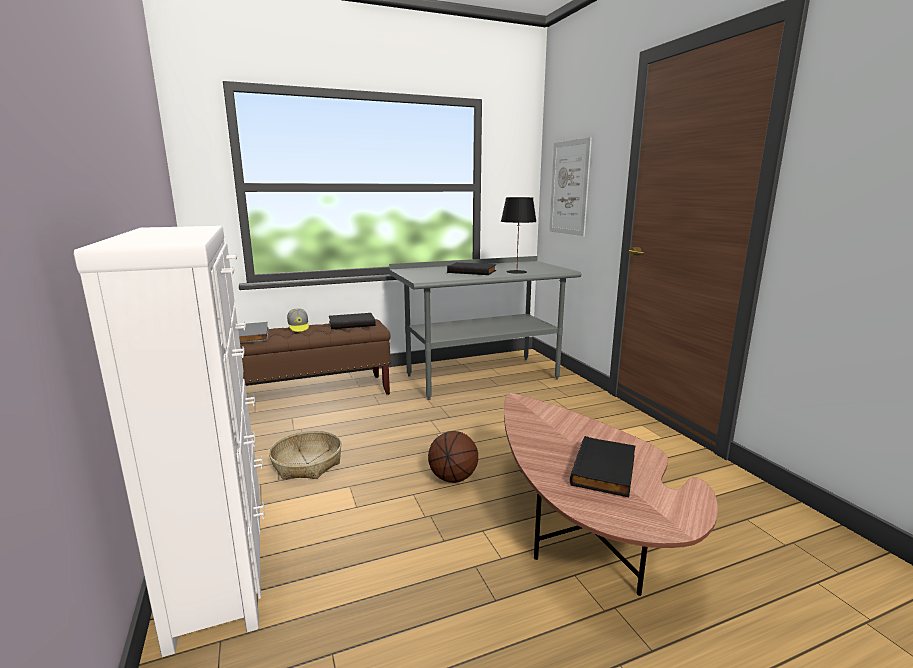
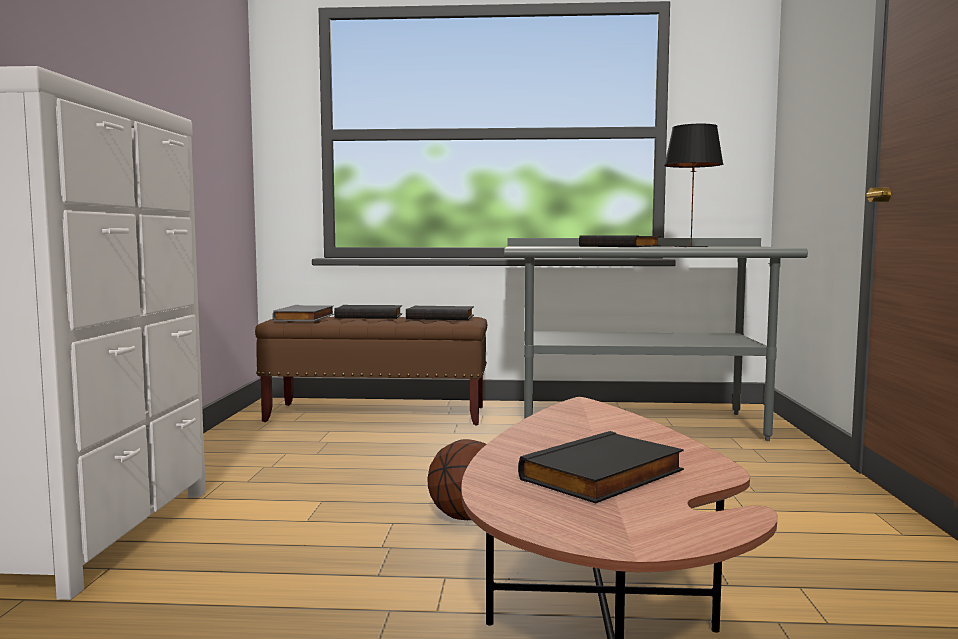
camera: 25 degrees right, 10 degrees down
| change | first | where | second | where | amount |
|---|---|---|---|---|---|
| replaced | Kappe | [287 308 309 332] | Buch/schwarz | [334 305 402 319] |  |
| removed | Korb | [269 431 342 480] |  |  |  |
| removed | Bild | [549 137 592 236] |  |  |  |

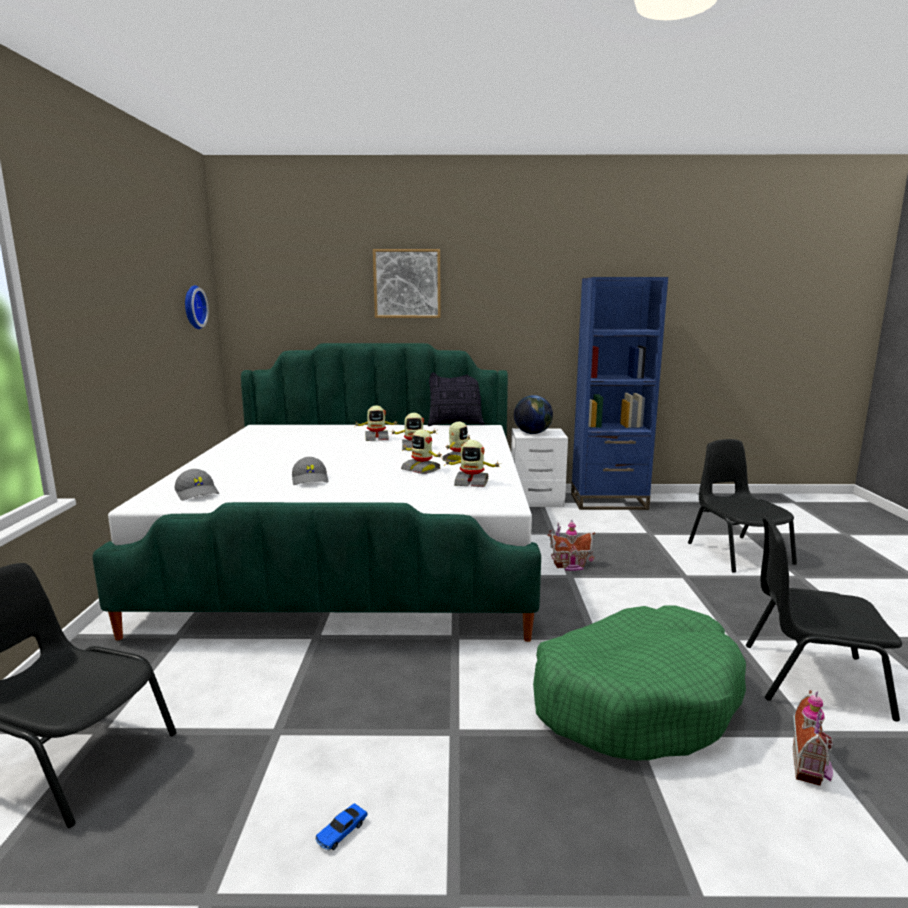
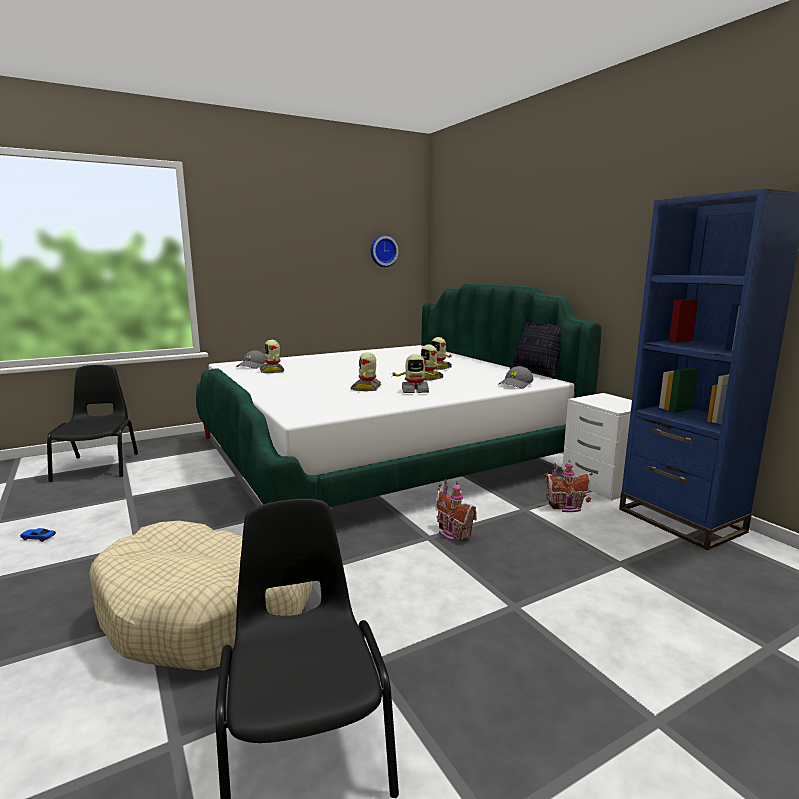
camera: 60 degrees right, 0 degrees up
| change | first | where | second | where | amount |
|---|---|---|---|---|---|
| recoloured | Hundebett/grün | [533 605 746 761] | Hundebett/beige | [89 521 312 671] |  |
| moved | Spielzeugroboter | [444 440 501 487] |  | [260 340 284 373] |  |
| moved | Kappe/grau | [292 457 329 485] |  | [498 366 533 389] |  |
| moved | Spielzeughaus | [793 690 833 786] |  | [544 459 592 512] |  |
| removed | Bild | [373 249 441 318] |  |  |  |
| removed | Globus | [514 395 553 434] |  |  |  |
| removed | Stuhl/schwarz | [688 439 797 573] |  |  |  |

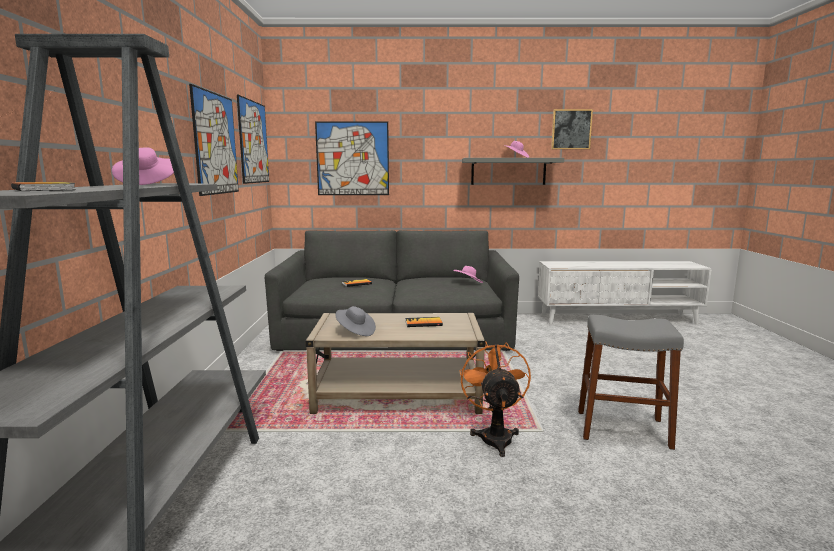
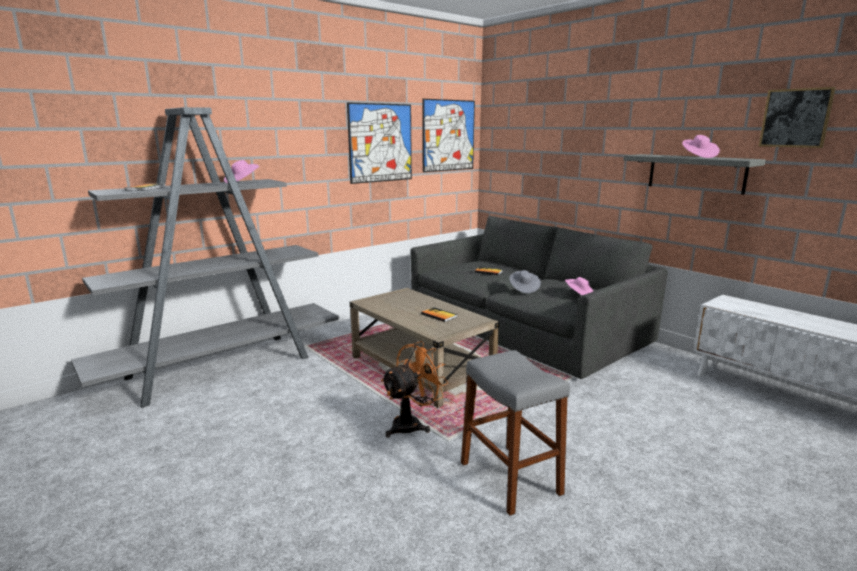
camera: 50 degrees right, 5 degrees up
| change | first | where | second | where | amount |
|---|---|---|---|---|---|
| moved | Hut/grau | [336 306 376 336] |  | [509 270 541 293] |  |
| removed | Bild | [315 121 389 195] |  |  |  |

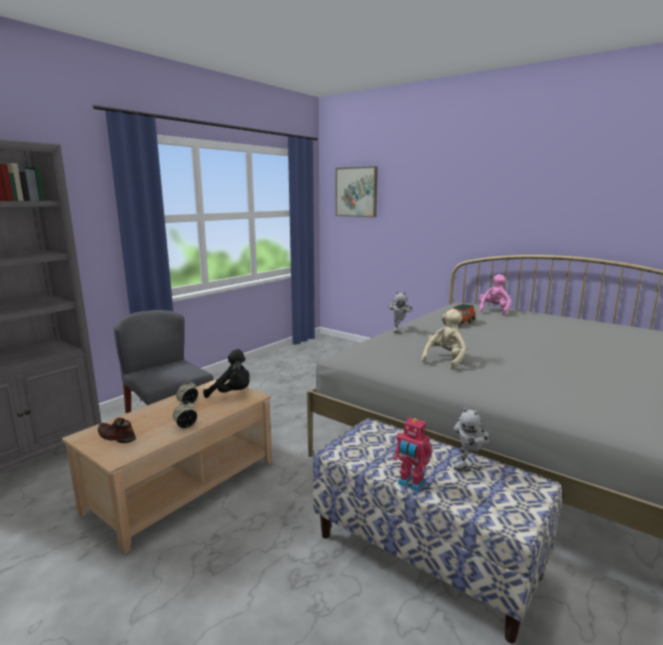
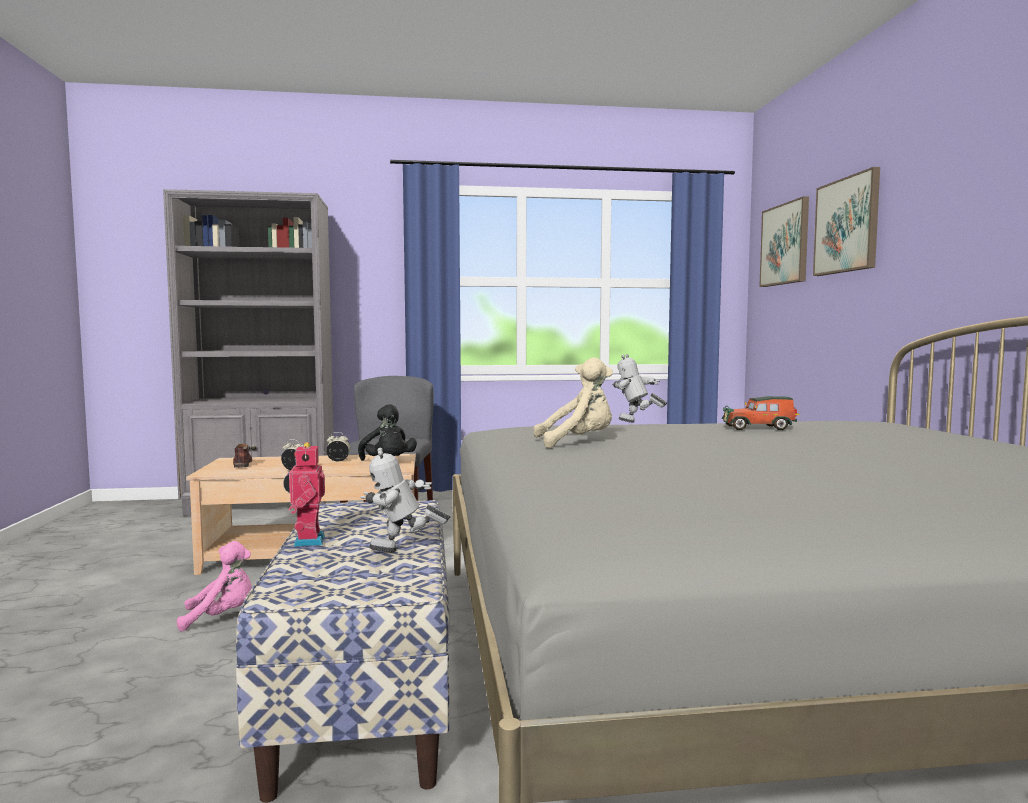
camera: 45 degrees right, 10 degrees down
| change | first | where | second | where | amount |
|---|---|---|---|---|---|
| moved | Plüschtier/rosa | [479 274 511 316] |  | [177 541 252 632] |  |
| turned | Spielzeugroboter | [389 291 413 333] |  | [612 354 667 423] | 75 degrees clockwise |
| added |  |  | Bild | [813 167 880 276] |  |

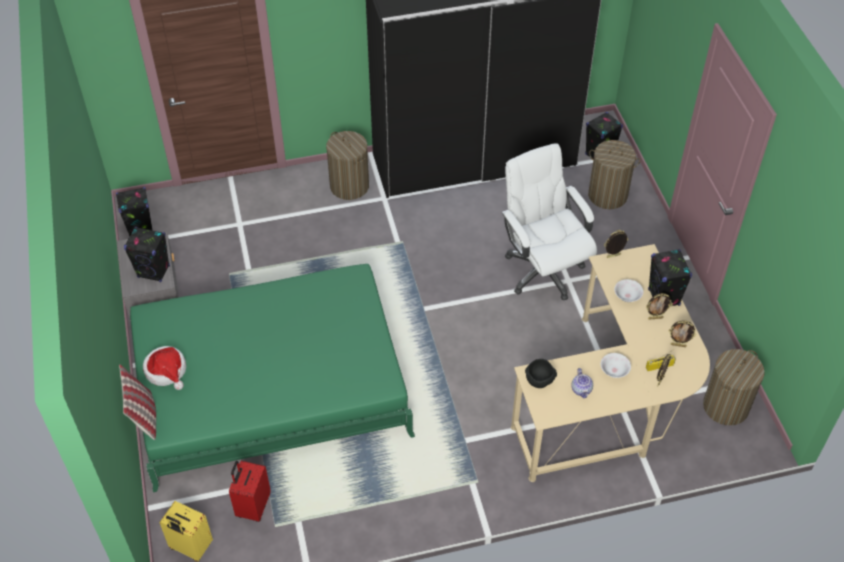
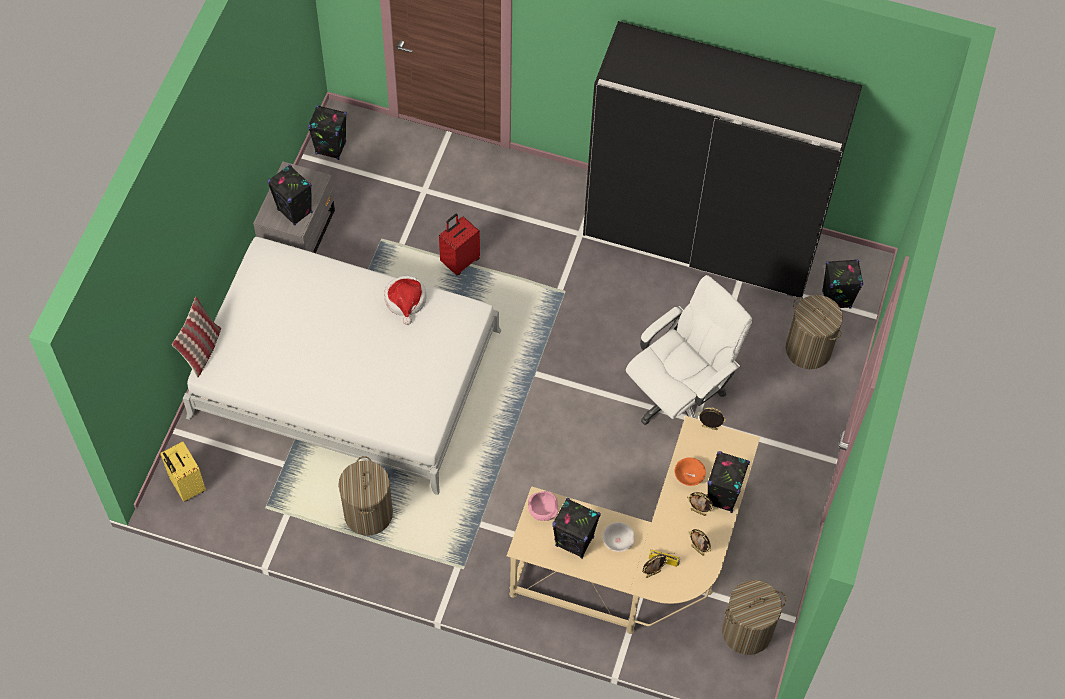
camera: 30 degrees right, 10 degrees up
| change | first | where | second | where | amount |
|---|---|---|---|---|---|
| recoloured | Bett/grün | [130 264 415 492] | Bett/weiß | [183 237 501 495] |  |
| moved | Wäschekorb | [326 131 369 200] |  | [338 456 393 536] |  |
| moved | Hut | [143 346 186 390] |  | [384 276 427 325] |  |
| moved | Koffer/rot | [229 461 271 522] |  | [439 214 480 276] |  |
| recoloured | Schüssel/schwarz | [525 359 557 388] | Schüssel/rosa | [528 491 558 521] |  |
| replaced | Teekanne | [571 368 593 398] | Lautsprecher/schwarz | [552 498 601 559] |  |
| turned | Bürostuhl/weiß | [502 143 597 300] |  | [626 275 752 425] | 45 degrees clockwise |
| recoloured | Schüssel/weiß | [614 279 643 302] | Schüssel/orange | [675 457 706 486] |  |

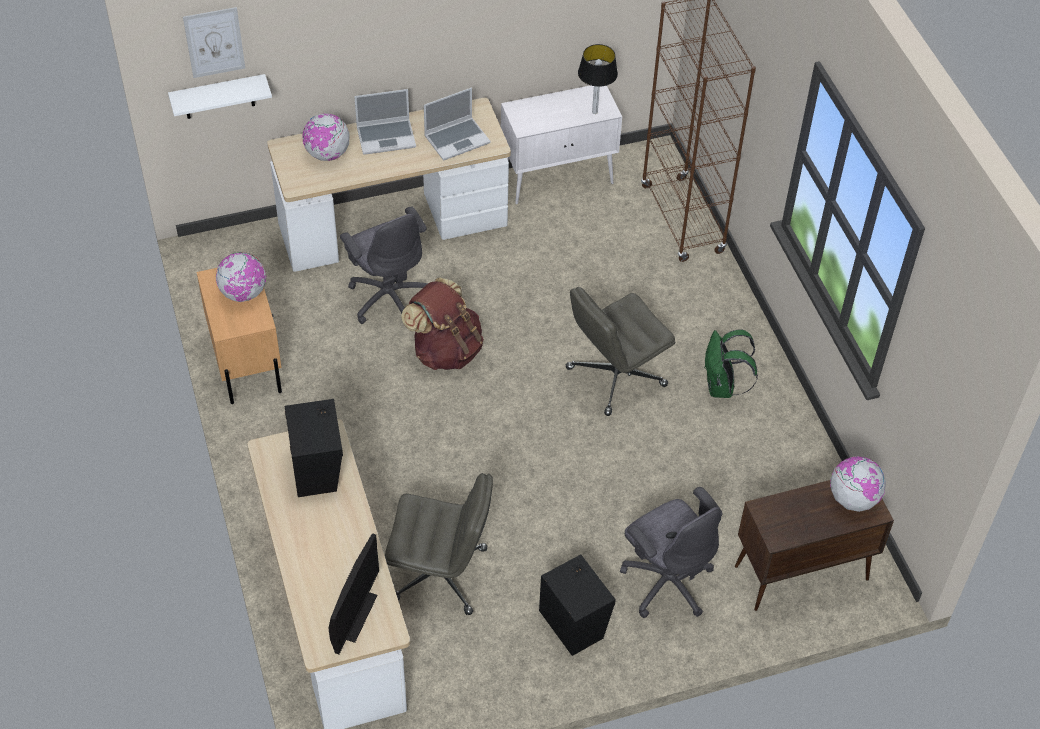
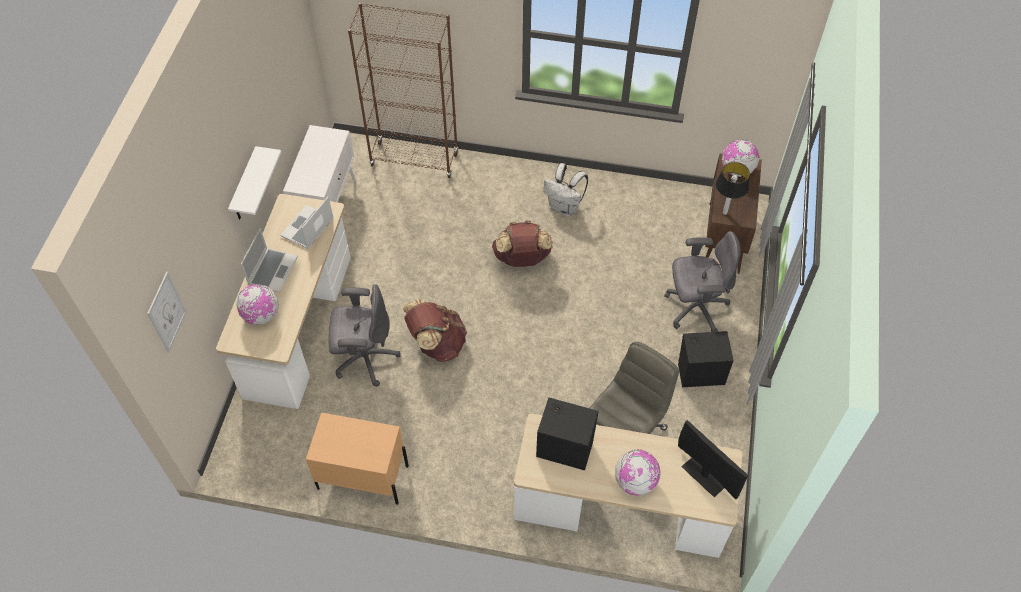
camera: 60 degrees left, 5 degrees up
| change | first | where | second | where | amount |
|---|---|---|---|---|---|
| moved | Wandregal/weiß | [168 74 272 119] |  | [228 146 281 220] |  |
| turned | Laptop | [424 88 491 161] |  | [281 197 334 249] | 150 degrees counterclockwise |
| replaced | Bürostuhl/grau | [566 287 675 416] | Rucksack/braun | [492 221 553 267] |  |
| recoloured | Rucksack/grün | [705 329 758 398] | Rucksack/weiß | [543 163 588 216] |  |
| moved | Globus | [216 252 266 302] |  | [615 449 661 496] |  |
| moved | Tischlampe | [578 44 618 114] |  | [716 162 750 215] |  |

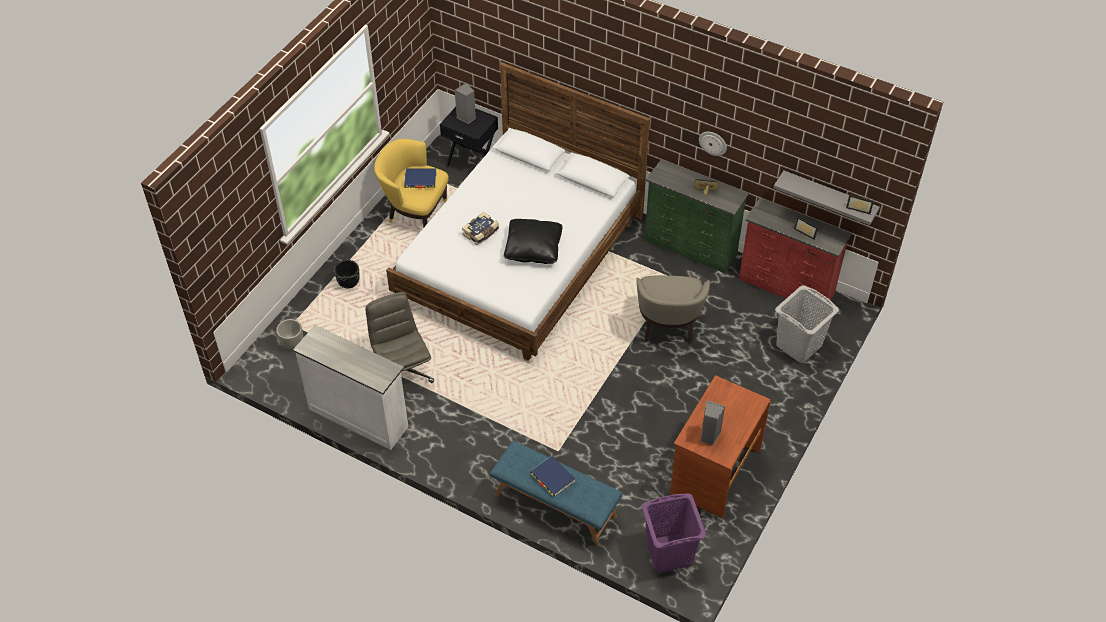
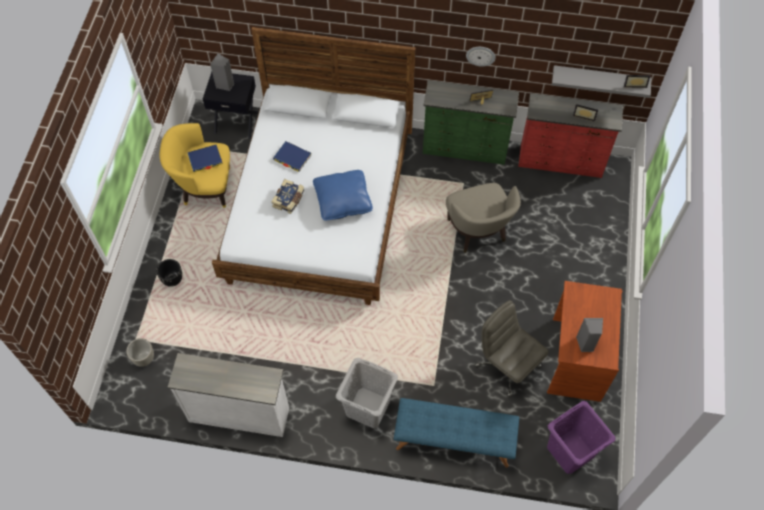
camera: 20 degrees left, 10 degrees up
| change | first | where | second | where | amount |
|---|---|---|---|---|---|
| moved | Buch/blau | [530 456 575 497] |  | [273 141 311 172] |  |
| recoloured | Kissen/schwarz | [504 219 562 264] | Kissen/blau | [313 170 373 221] |  |
| moved | Wäschekorb/grau | [775 285 839 363] |  | [336 358 398 428] |  |
| moved | Bürostuhl/grau | [366 292 434 383] |  | [475 300 548 397] |  |

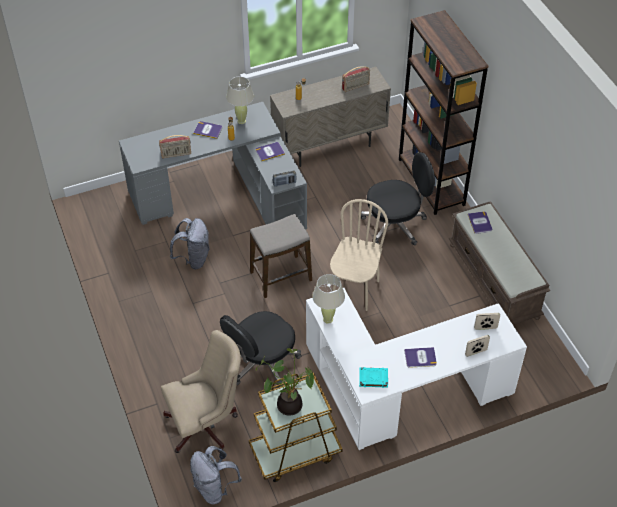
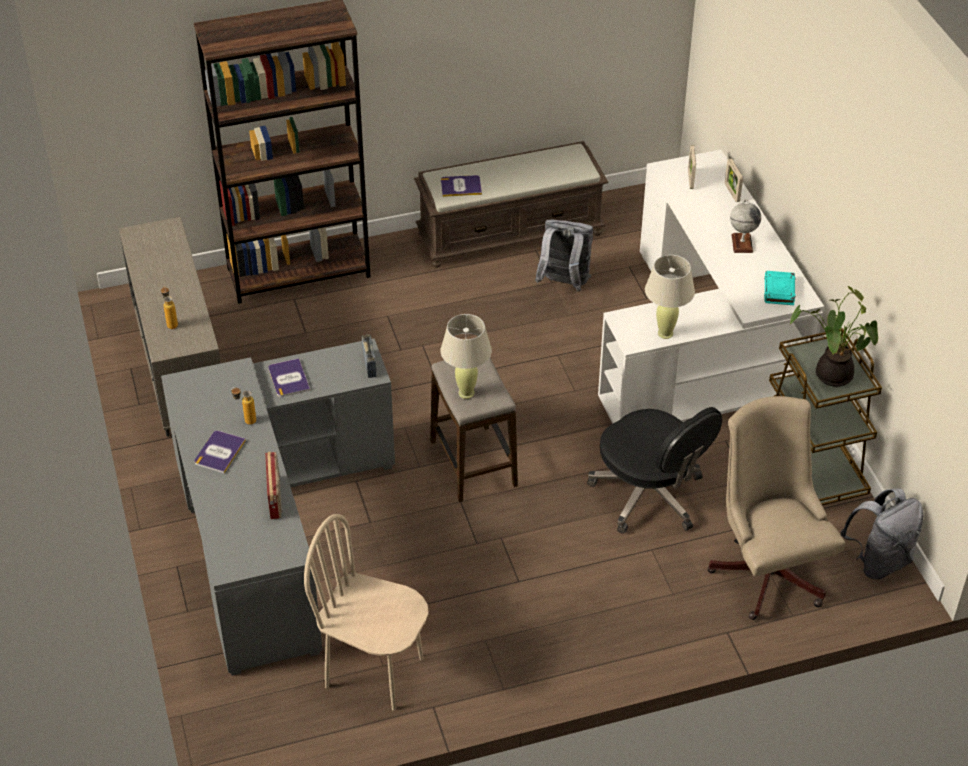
camera: 85 degrees left, 5 degrees down
| change | first | where | second | where | amount |
|---|---|---|---|---|---|
| moved | Stuhl/beige | [330 199 388 311] |  | [304 514 429 711] |  |
| moved | Tischlampe/beige | [226 77 254 124] |  | [441 314 492 399] |  |
| moved | Rucksack/grau | [170 218 210 269] |  | [535 219 594 292] |  |
| replaced | Buch | [404 347 437 368] | Globus | [730 199 761 253] |  |
| removed | Radio | [342 66 370 92] |  |  |  |
| removed | Bürostuhl/schwarz | [361 152 435 246] |  |  |  |

